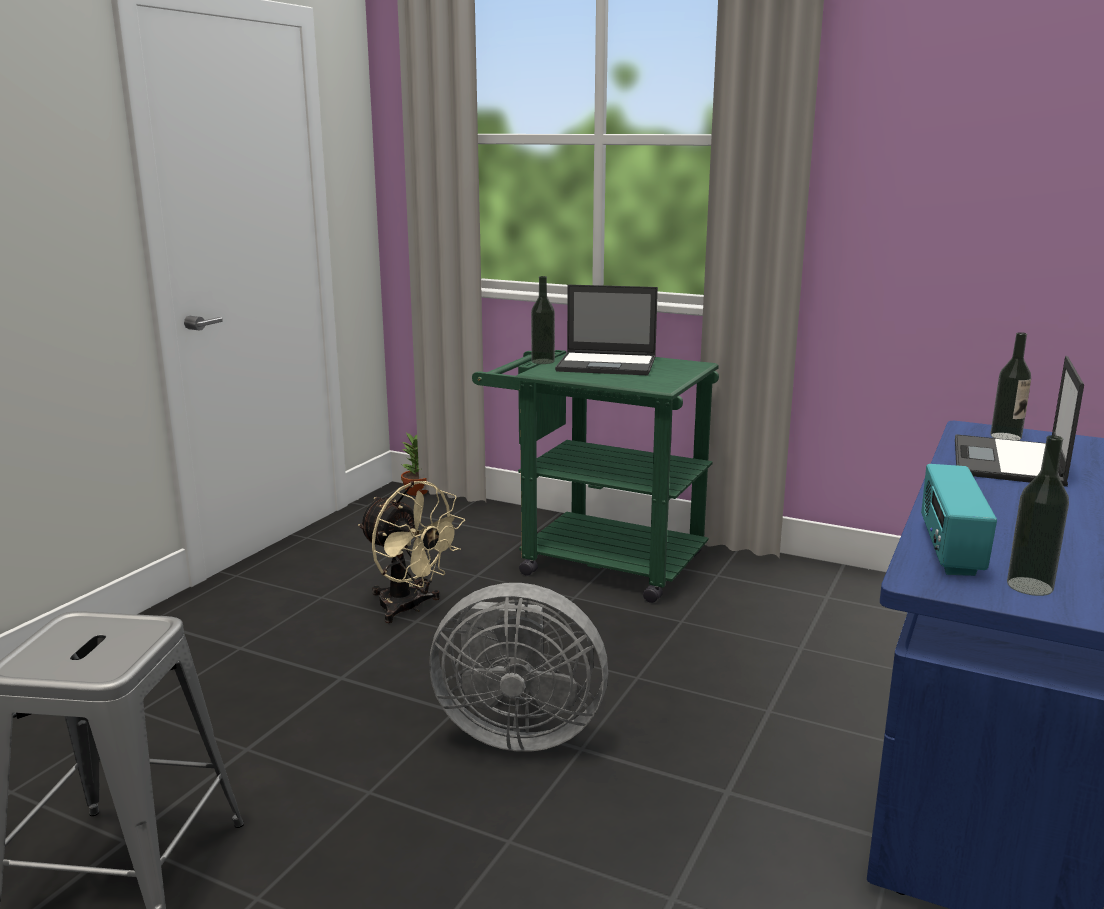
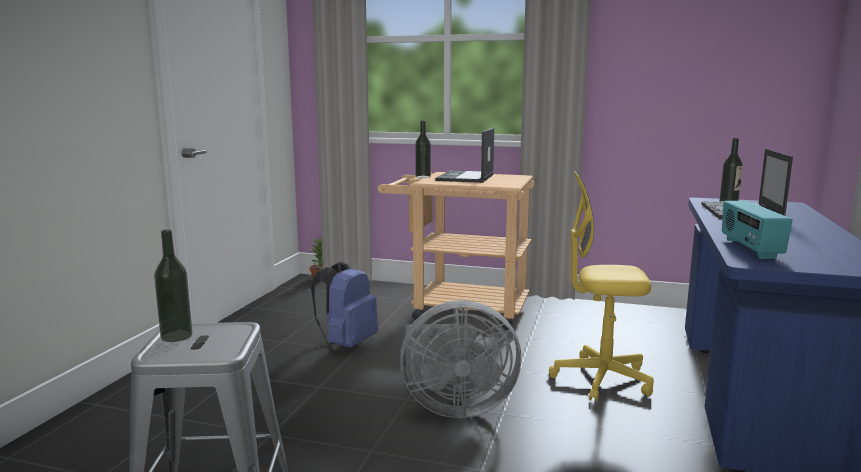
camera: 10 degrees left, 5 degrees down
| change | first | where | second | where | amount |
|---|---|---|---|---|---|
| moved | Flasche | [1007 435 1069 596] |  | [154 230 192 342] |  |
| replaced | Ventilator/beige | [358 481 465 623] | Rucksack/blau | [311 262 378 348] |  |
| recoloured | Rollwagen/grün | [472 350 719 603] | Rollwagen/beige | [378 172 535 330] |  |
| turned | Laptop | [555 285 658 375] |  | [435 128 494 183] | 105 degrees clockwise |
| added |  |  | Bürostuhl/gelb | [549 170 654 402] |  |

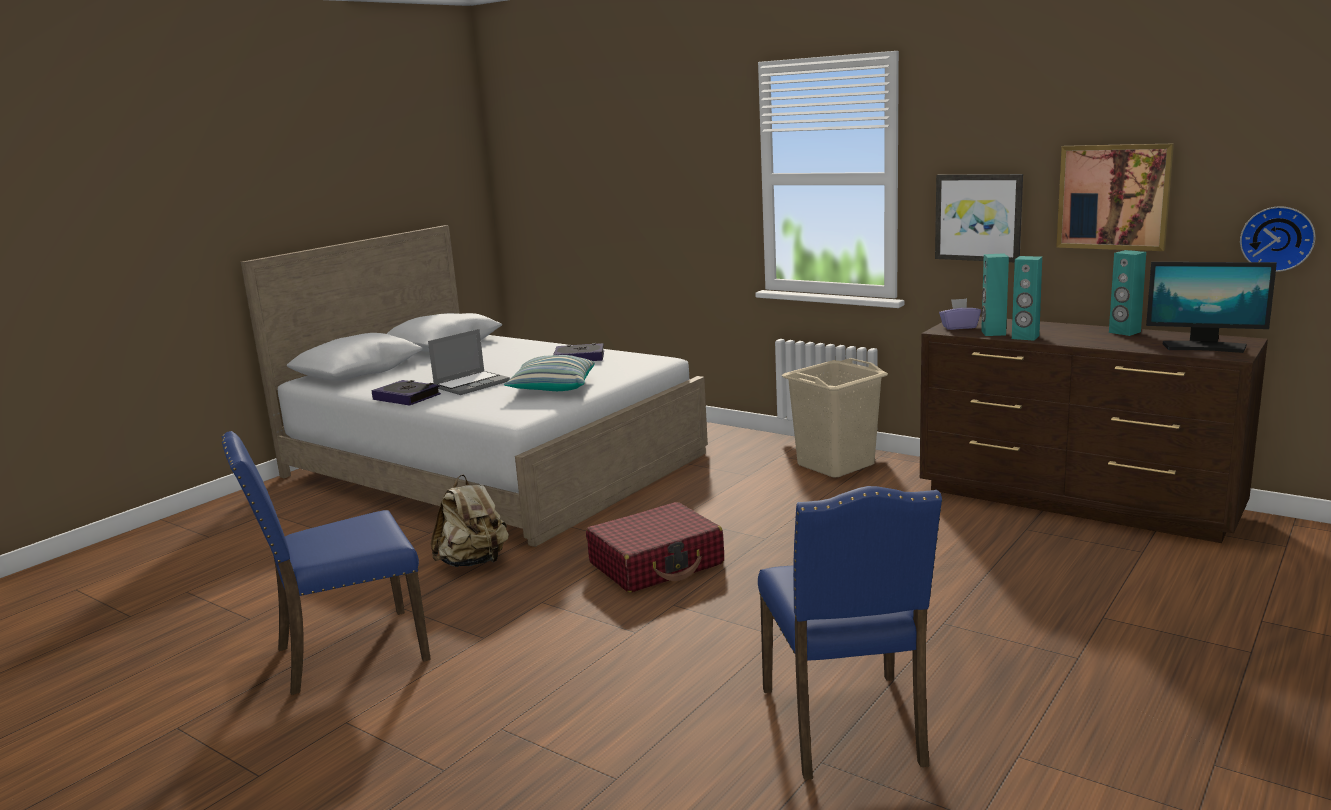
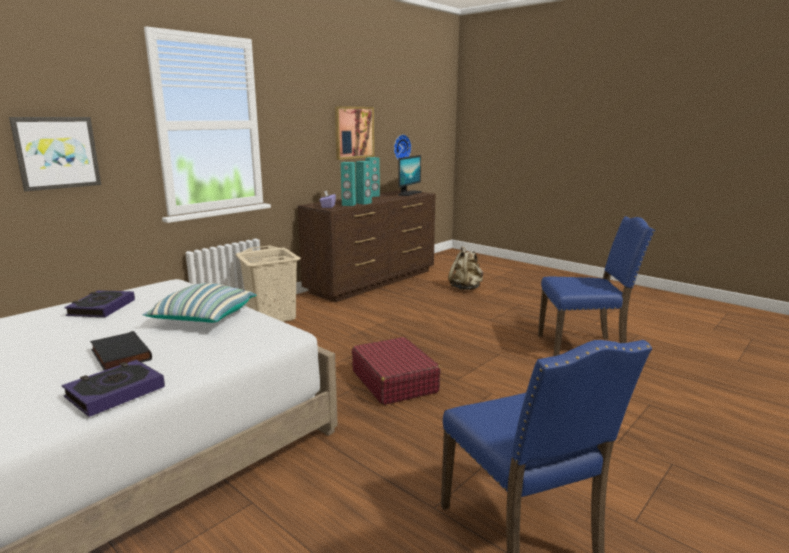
camera: 85 degrees left, 0 degrees up
| change | first | where | second | where | amount |
|---|---|---|---|---|---|
| moved | Bild | [935 174 1023 262] |  | [9 117 101 192] |  |
| replaced | Laptop | [428 329 510 395] | Buch/schwarz | [90 331 152 370] |  |
| moved | Rucksack/beige | [430 474 509 567] |  | [448 247 483 290] |  |

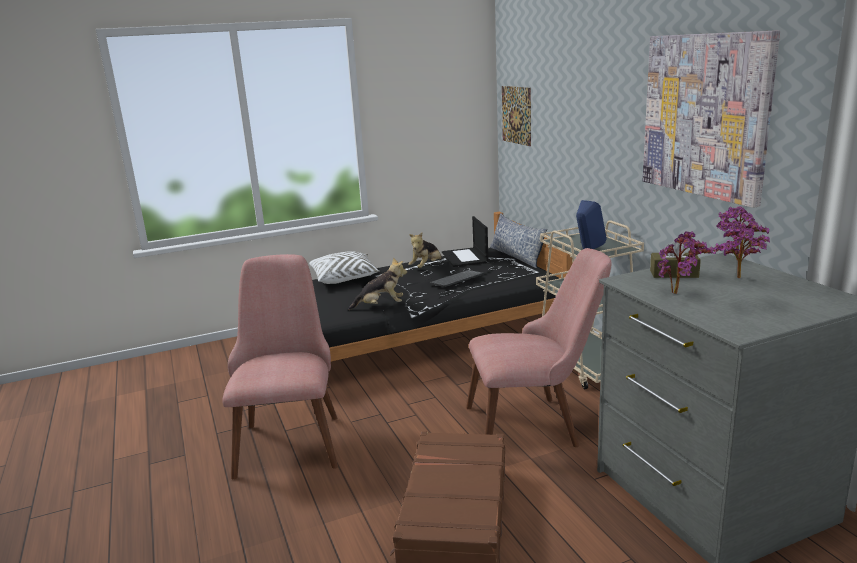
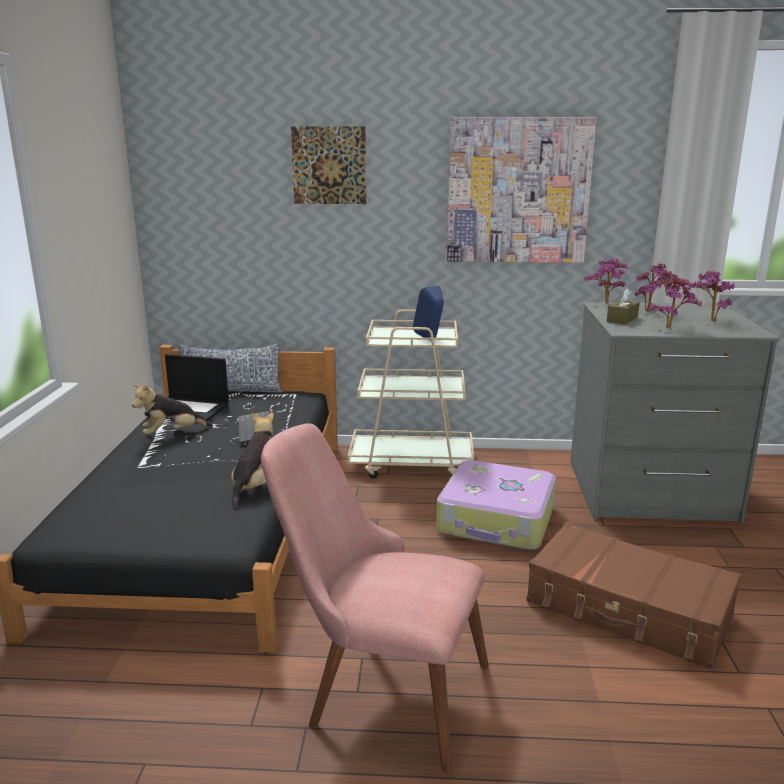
camera: 65 degrees left, 0 degrees up
| change | first | where | second | where | amount |
|---|---|---|---|---|---|
| turned | Plüschtier | [408 233 442 268] |  | [132 384 212 435] | 90 degrees clockwise |
| moved | Bild | [502 86 531 146] |  | [291 127 366 204] |  |
| replaced | Stuhl/rosa | [466 248 612 447] | Koffer | [436 460 556 550] |  |
| added |  |  | Topfpflanze | [689 270 735 321] |  |
| removed | Kissen/weiß | [309 251 379 284] |  |  |  |

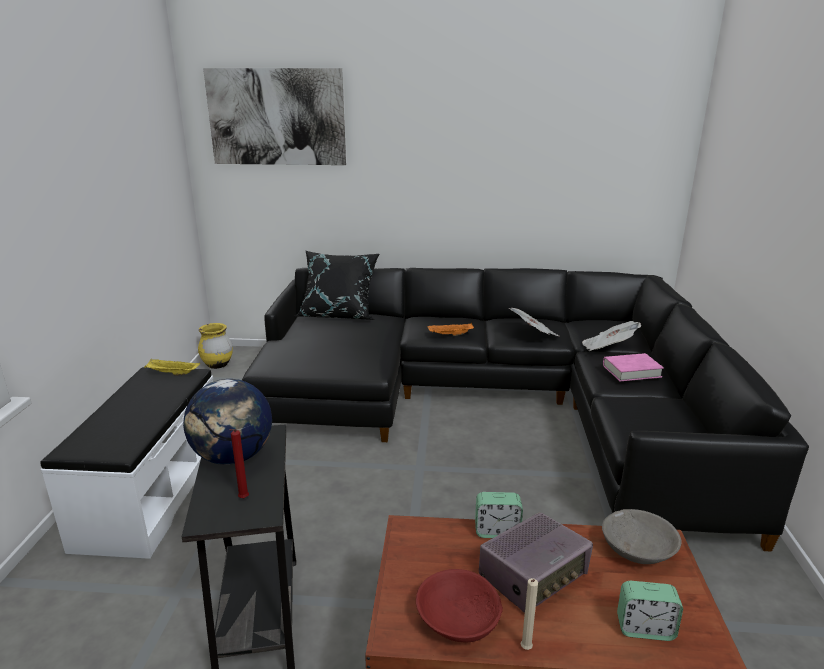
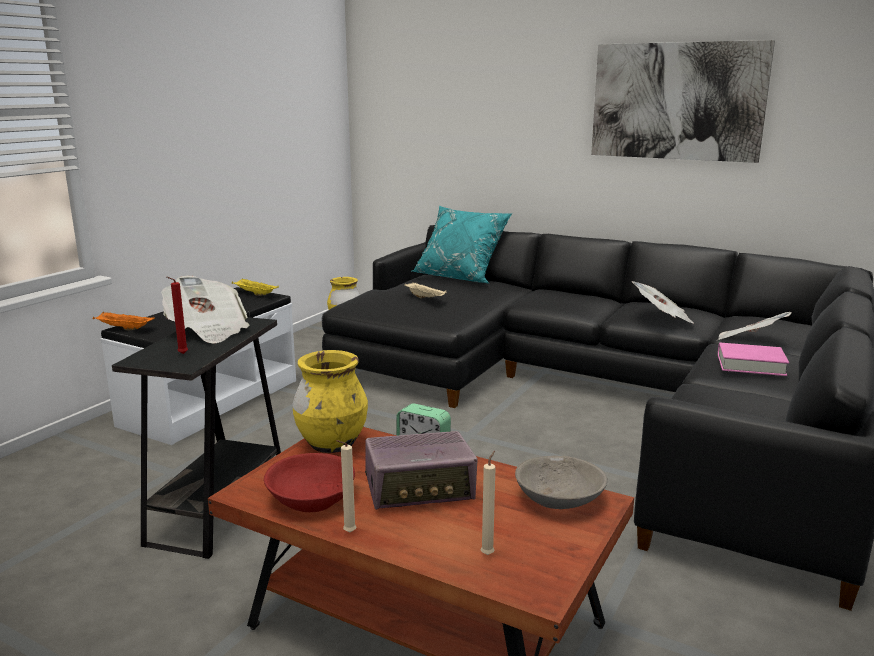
camera: 25 degrees right, 5 degrees down
| change | first | where | second | where | amount |
|---|---|---|---|---|---|
| moved | Tablett/orange | [428 323 474 336] |  | [93 312 155 330] |  |
| replaced | Globus | [183 379 272 465] | Zeitung | [161 276 250 344] |  |
| added |  |  | Vase/gelb | [293 350 368 453] |  |
| added |  |  | Tablett/beige | [404 283 447 298] |  |
| recoloured | Kissen/schwarz | [294 251 379 320] | Kissen/türkis | [412 206 513 284] |  |
| replaced | Wecker | [617 581 683 641] | Kerze/beige | [481 451 496 555] |  |
| moved | Bild | [203 68 346 165] |  | [591 40 775 163] |  |

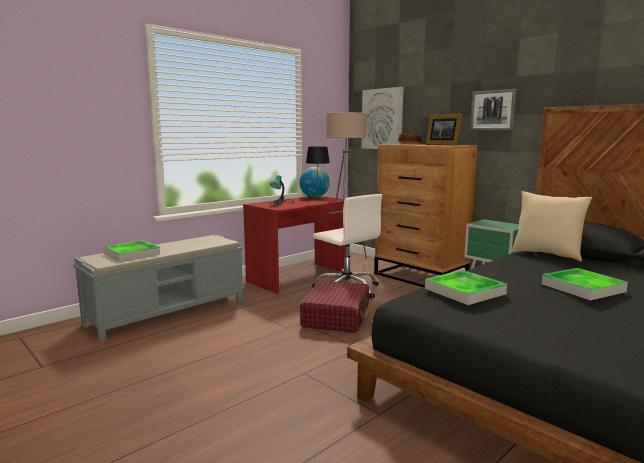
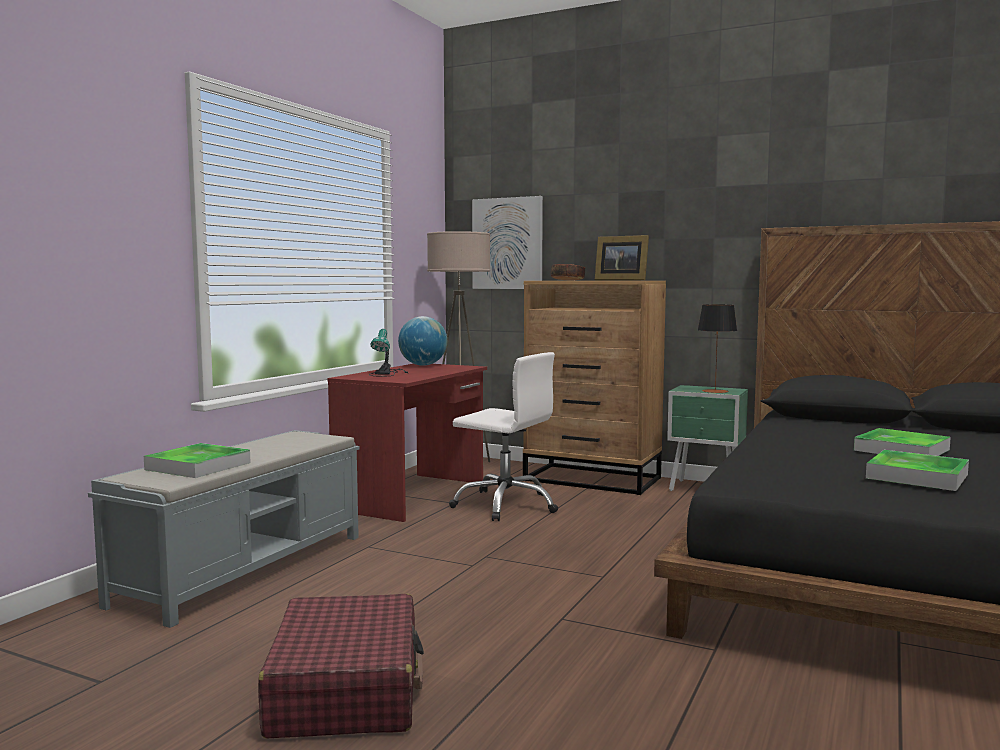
camera: 20 degrees left, 5 degrees down
| change | first | where | second | where | amount |
|---|---|---|---|---|---|
| moved | Koffer/rot | [300 280 369 333] |  | [258 593 424 738] |  |
| moved | Tischlampe | [306 146 330 203] |  | [698 304 737 393] |  |
| moved | Tablett | [425 270 507 305] |  | [866 450 969 491] |  |
| removed | Bild | [470 89 517 131] |  |  |  |
| removed | Kissen/beige | [511 191 593 262] |  |  |  |

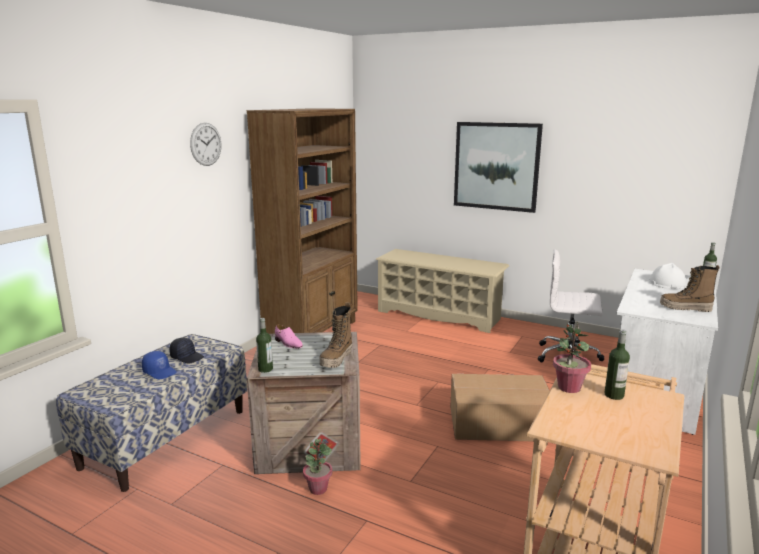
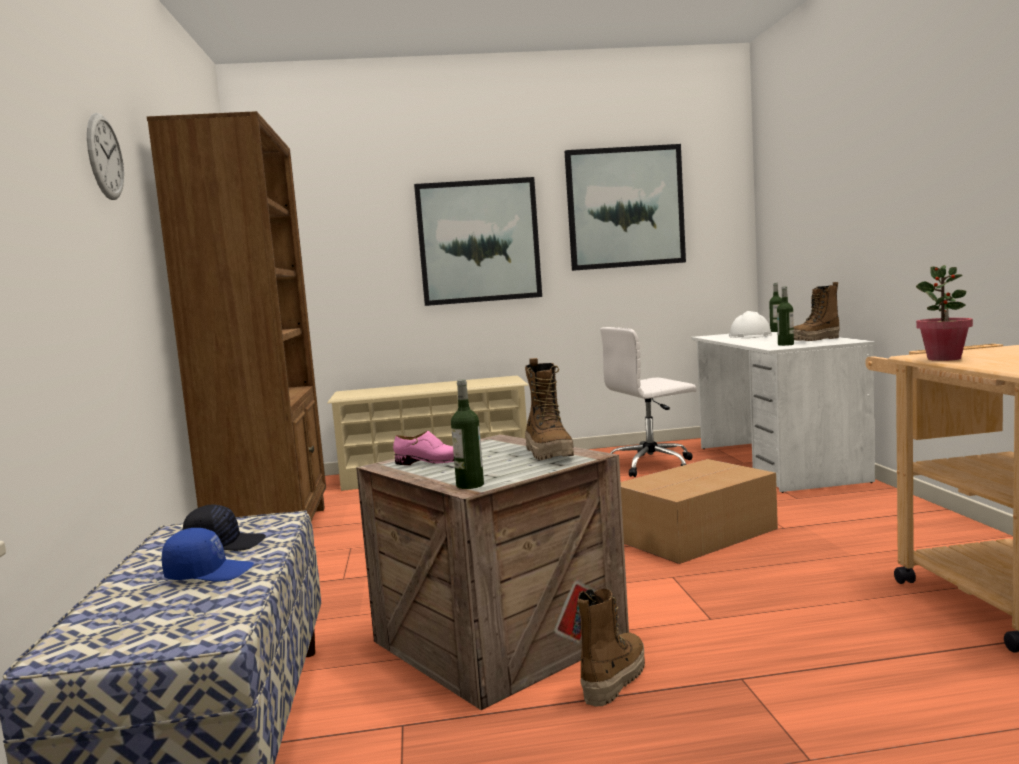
camera: 35 degrees left, 10 degrees down
| change | first | where | second | where | amount |
|---|---|---|---|---|---|
| added |  |  | Bild | [564 144 686 271] |  |
| replaced | Topfpflanze | [303 439 332 495] | Stiefel | [577 589 645 706] |  |
| moved | Flasche | [604 329 630 400] |  | [777 286 794 346] |  |

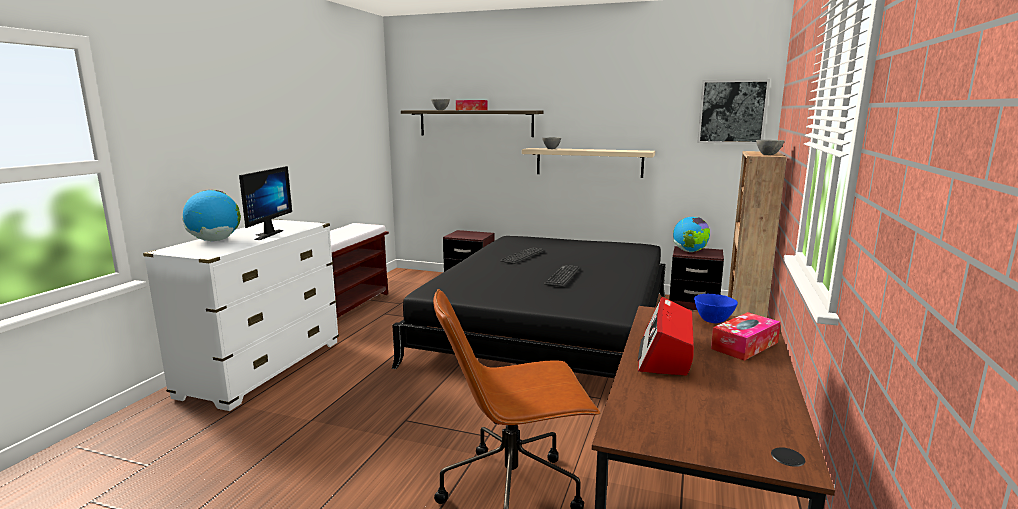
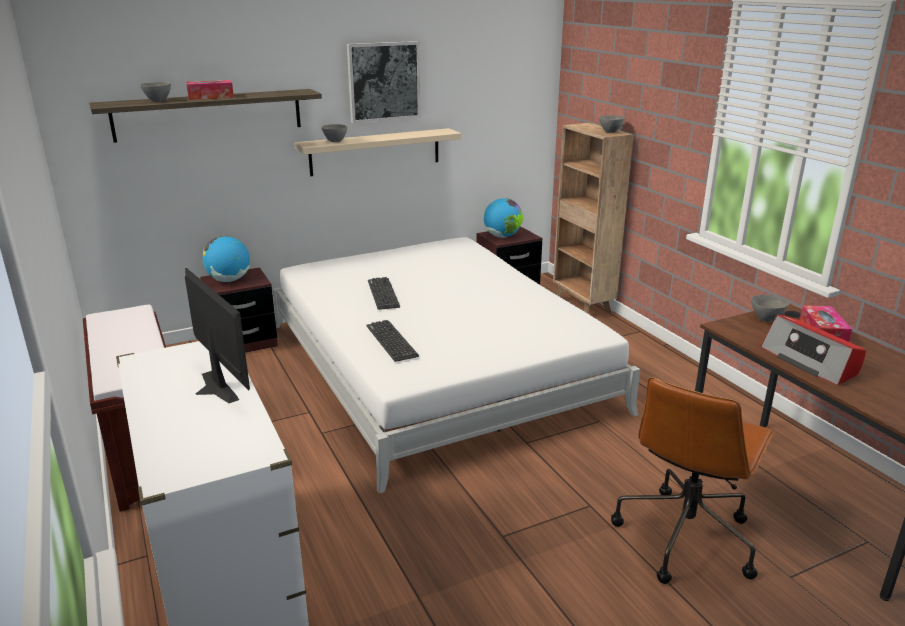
camera: 45 degrees left, 10 degrees up
| change | first | where | second | where | amount |
|---|---|---|---|---|---|
| moved | Globus | [182 190 241 241] |  | [203 236 250 282] |  |
| recoloured | Bett/schwarz | [392 236 666 378] | Bett/weiß | [272 237 640 494] |  |
| moved | Bild | [697 79 770 144] |  | [347 41 421 123] |  |
| moved | Tastatur | [544 265 580 287] |  | [366 320 419 362] |  |
| recoloured | Schüssel/blau | [694 294 738 323] | Schüssel/grau | [751 295 789 322] |  |

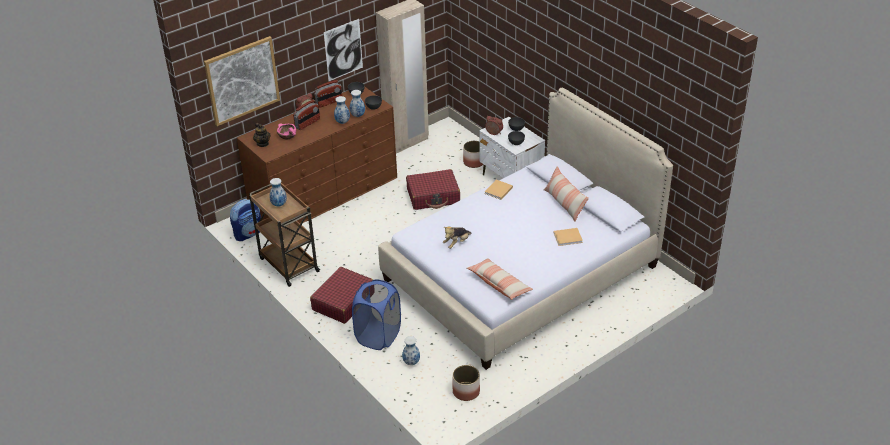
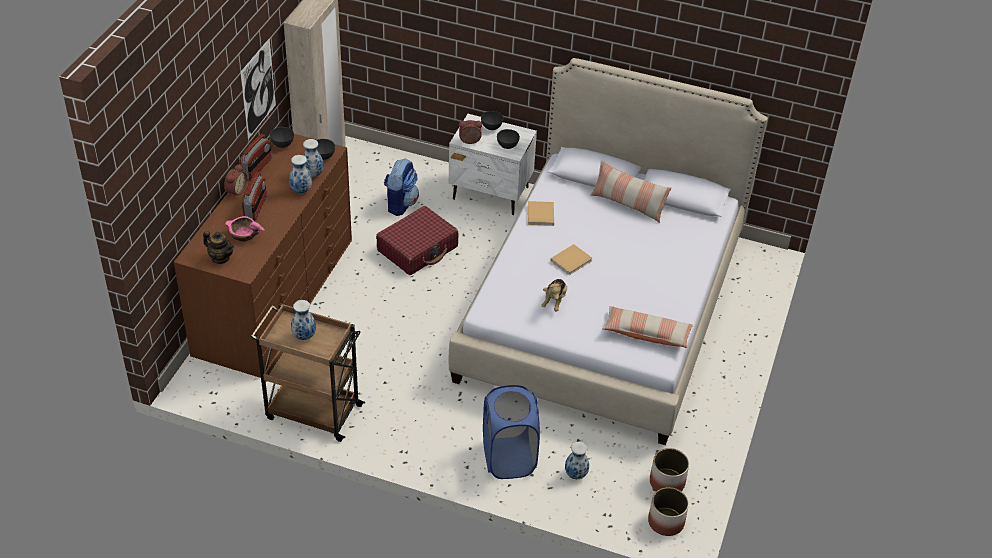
camera: 35 degrees left, 5 degrees up
| change | first | where | second | where | amount |
|---|---|---|---|---|---|
| moved | Rucksack | [230 199 261 241] |  | [384 159 419 216] |  |
| moved | Buch/beige | [553 228 583 246] |  | [550 244 592 275] |  |
| moved | Pflanzkübel | [463 141 483 168] |  | [648 487 689 536] |  |
| removed | Bild | [204 36 280 126] |  |  |  |
| removed | Koffer/rot | [310 267 373 324] |  |  |  |

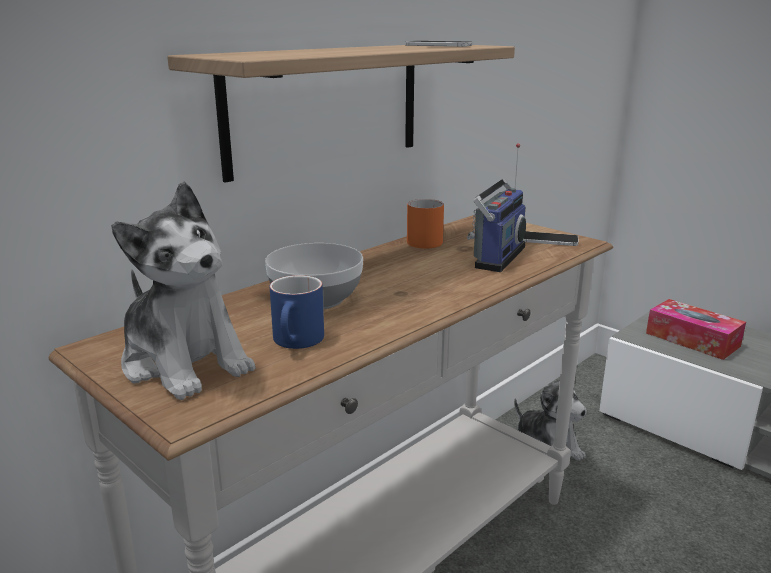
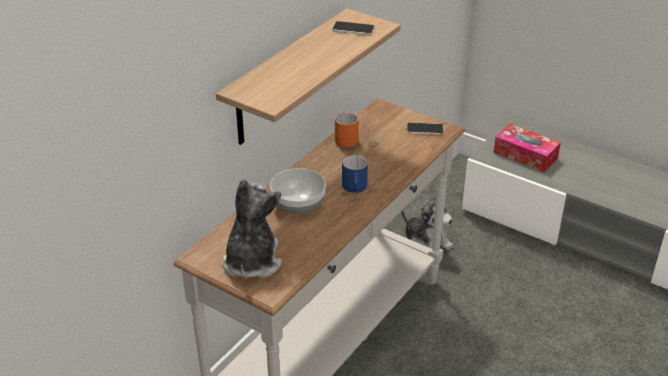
camera: 10 degrees left, 15 degrees up
| change | first | where | second | where | amount |
|---|---|---|---|---|---|
| turned | Plüschtier | [111 182 256 400] |  | [222 179 282 278] | 120 degrees counterclockwise |
| moved | Henkelbecher/blau | [270 275 324 349] |  | [342 155 368 193] |  |
| removed | Radio | [467 143 526 272] |  |  |  |

